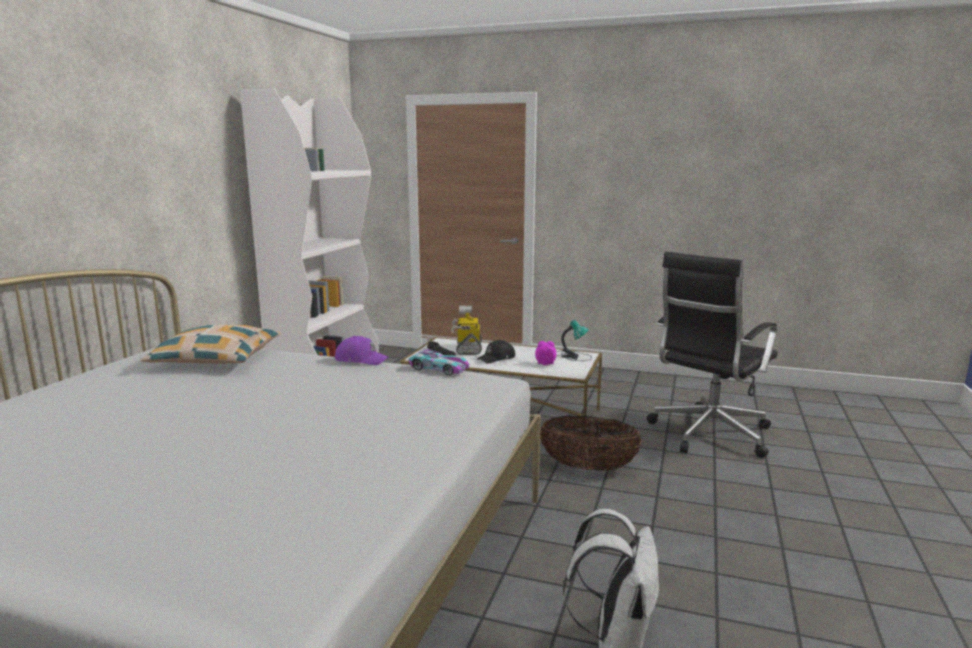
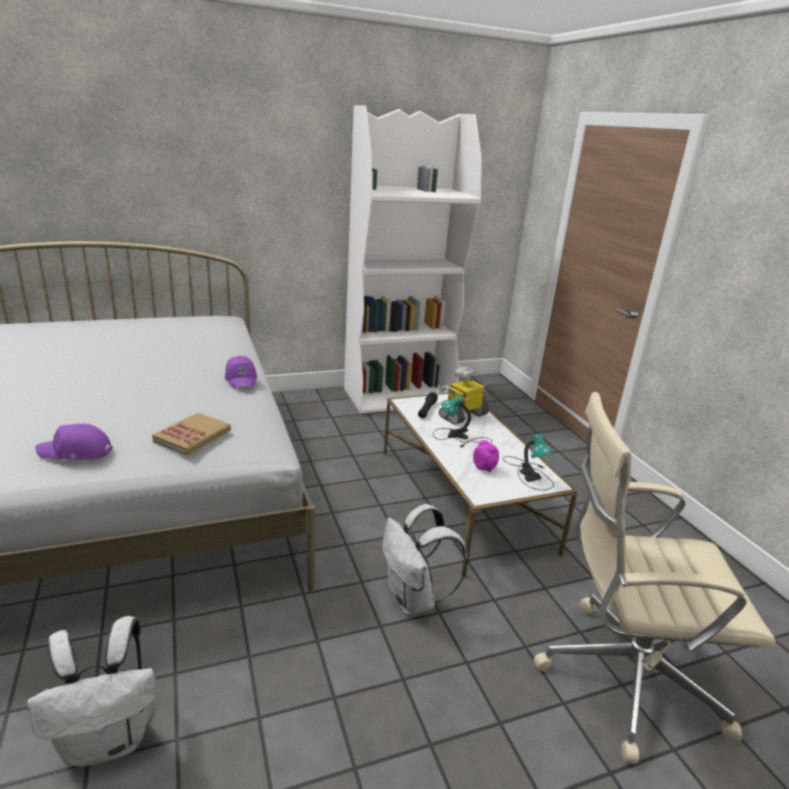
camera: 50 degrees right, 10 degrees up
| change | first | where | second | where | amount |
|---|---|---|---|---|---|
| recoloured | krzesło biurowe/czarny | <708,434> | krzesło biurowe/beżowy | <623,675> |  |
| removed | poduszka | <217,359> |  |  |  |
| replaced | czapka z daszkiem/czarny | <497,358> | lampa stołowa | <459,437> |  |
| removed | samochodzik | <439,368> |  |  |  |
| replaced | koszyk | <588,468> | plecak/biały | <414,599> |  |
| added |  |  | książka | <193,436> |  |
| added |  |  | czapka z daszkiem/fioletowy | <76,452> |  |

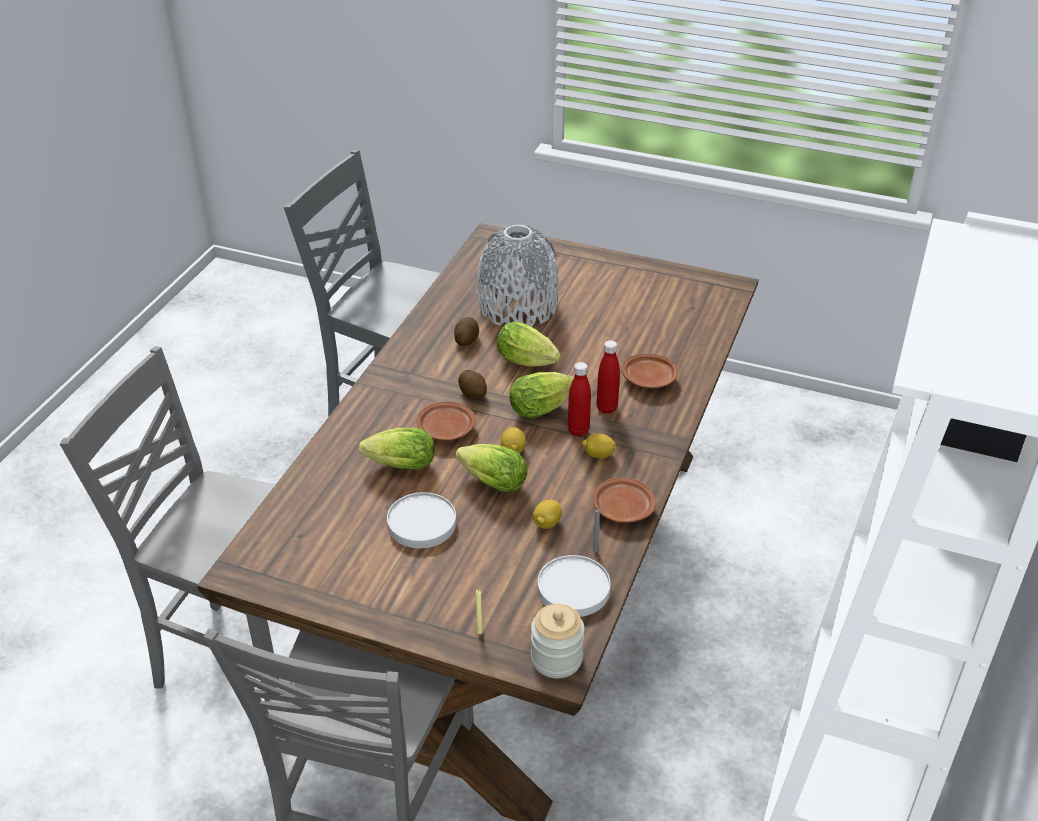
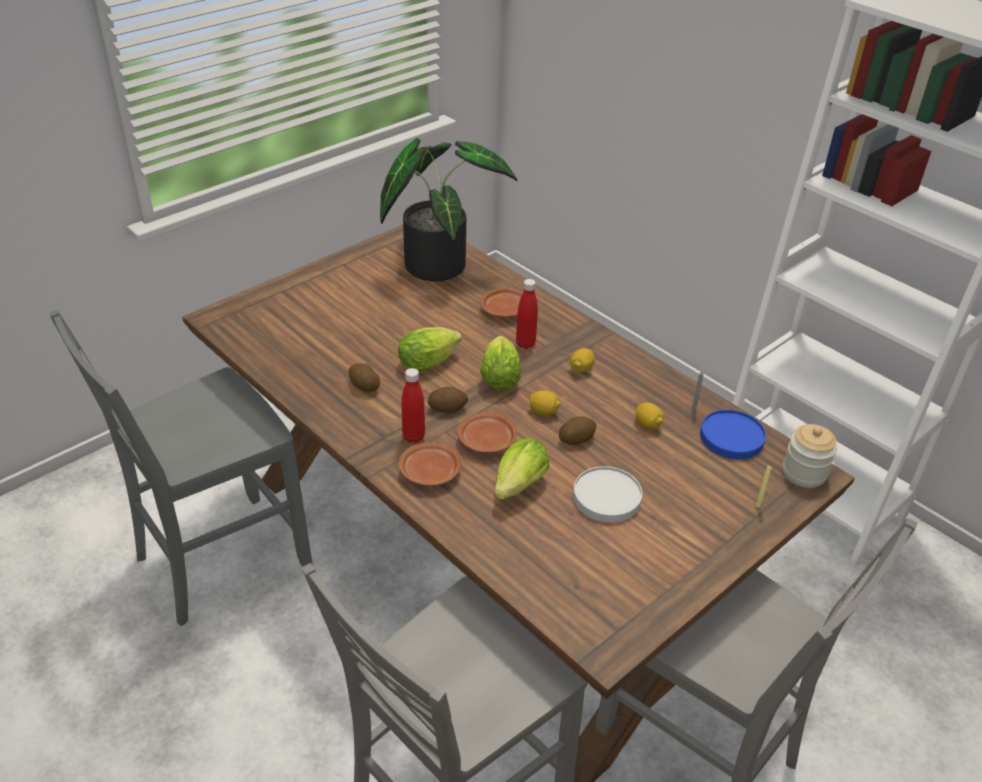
camera: 65 degrees left, 0 degrees up
| change | first | where | second | where | amount |
|---|---|---|---|---|---|
| removed | wazon/szary | <517,306> |  |  |  |
| moved | butelka/czerwony | <578,430> |  | <413,437> |  |
| replaced | sałata | <489,482> | ziemniak | <576,439> |  |
| moved | talerz/brązowy | <622,508> |  | <429,473> |  |
| recoloured | talerz/biały | <574,589> | talerz/niebieski | <732,437> |  |
| added |  |  | roślina doniczkowa | <438,262> |  |

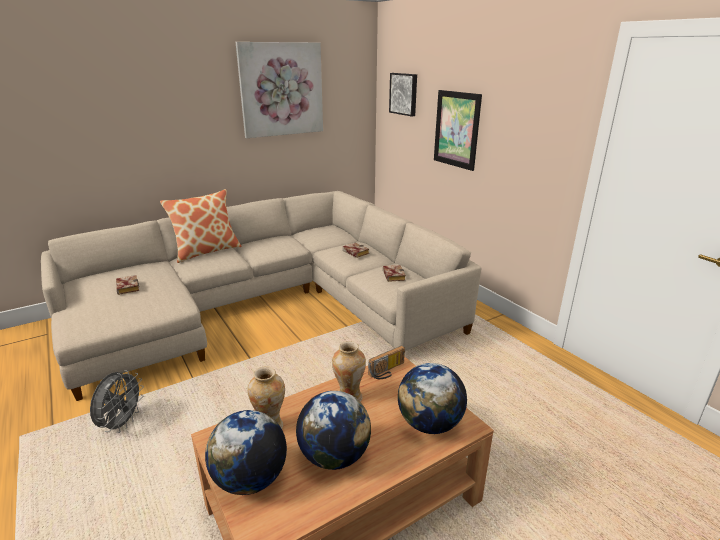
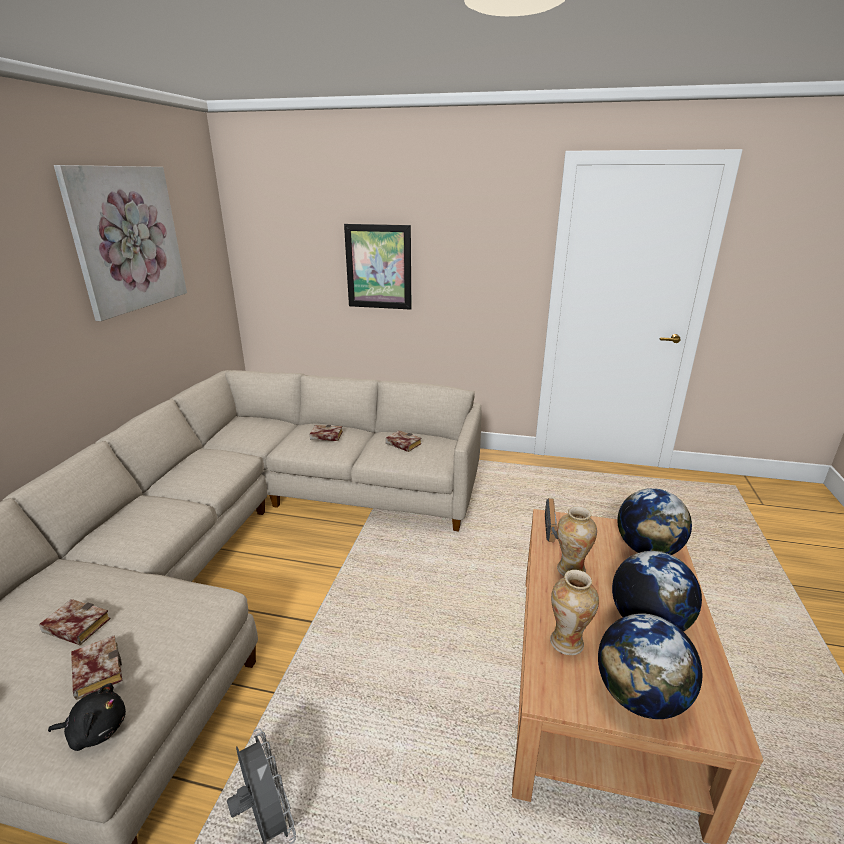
camera: 45 degrees left, 0 degrees up
| change | first | where | second | where | amount |
|---|---|---|---|---|---|
| removed | obraz | <404,94> |  |  |  |
| removed | poduszka | <206,251> |  |  |  |
| added |  |  | książka | <95,670> |  |
| added |  |  | pluszak/czarny | <96,730> |  |

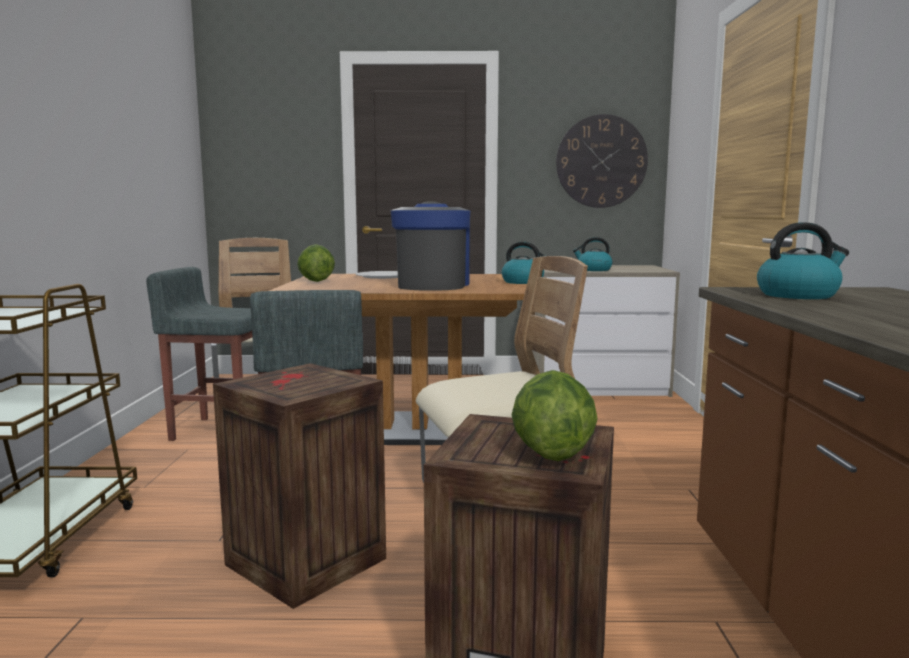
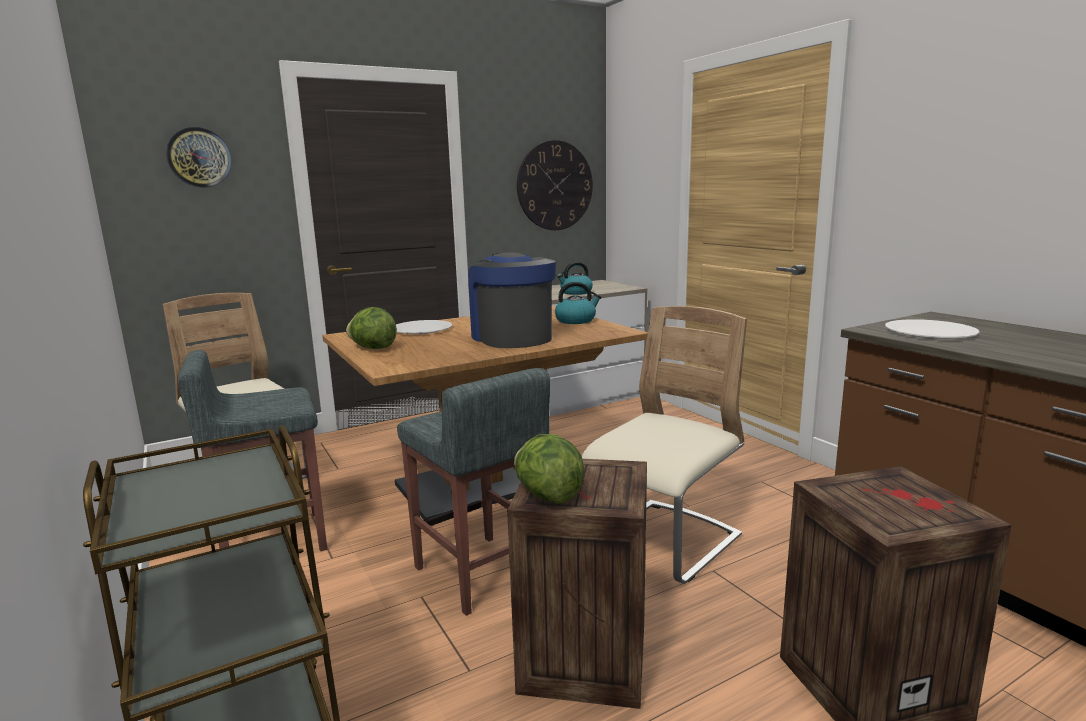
camera: 30 degrees left, 5 degrees up
| change | first | where | second | where | amount |
|---|---|---|---|---|---|
| replaced | czajnik | <798,295> | talerz/biały | <929,332> |  |
| moved | sałata | <550,452> |  | <547,496> |  |
| added |  |  | zegar ścienny | <199,157> |  |

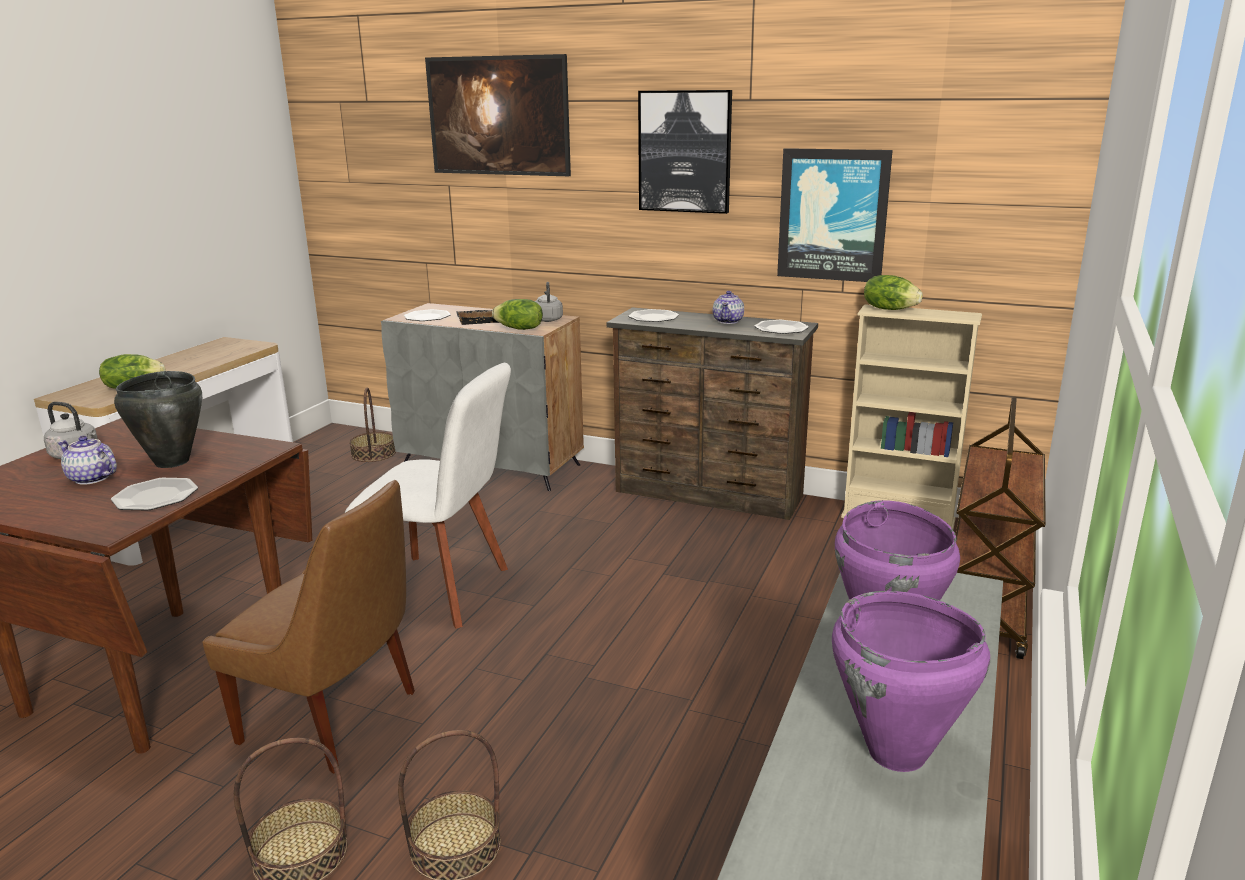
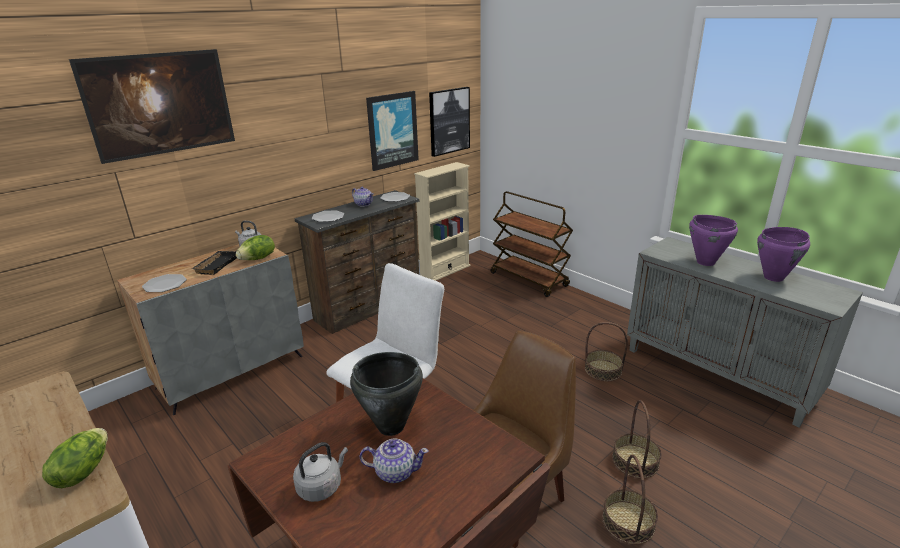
camera: 65 degrees left, 5 degrees up
| change | first | where | second | where | amount |
|---|---|---|---|---|---|
| moved | obraz | <685,151> |  | <449,121> |  |
| removed | sałata | <889,309> |  |  |  |
| moved | koszyk | <373,453> |  | <603,370> |  |
| turned | imbryk | <92,478> |  | <395,472> | 135 degrees counterclockwise |
| removed | talerz | <155,497> |  |  |  |

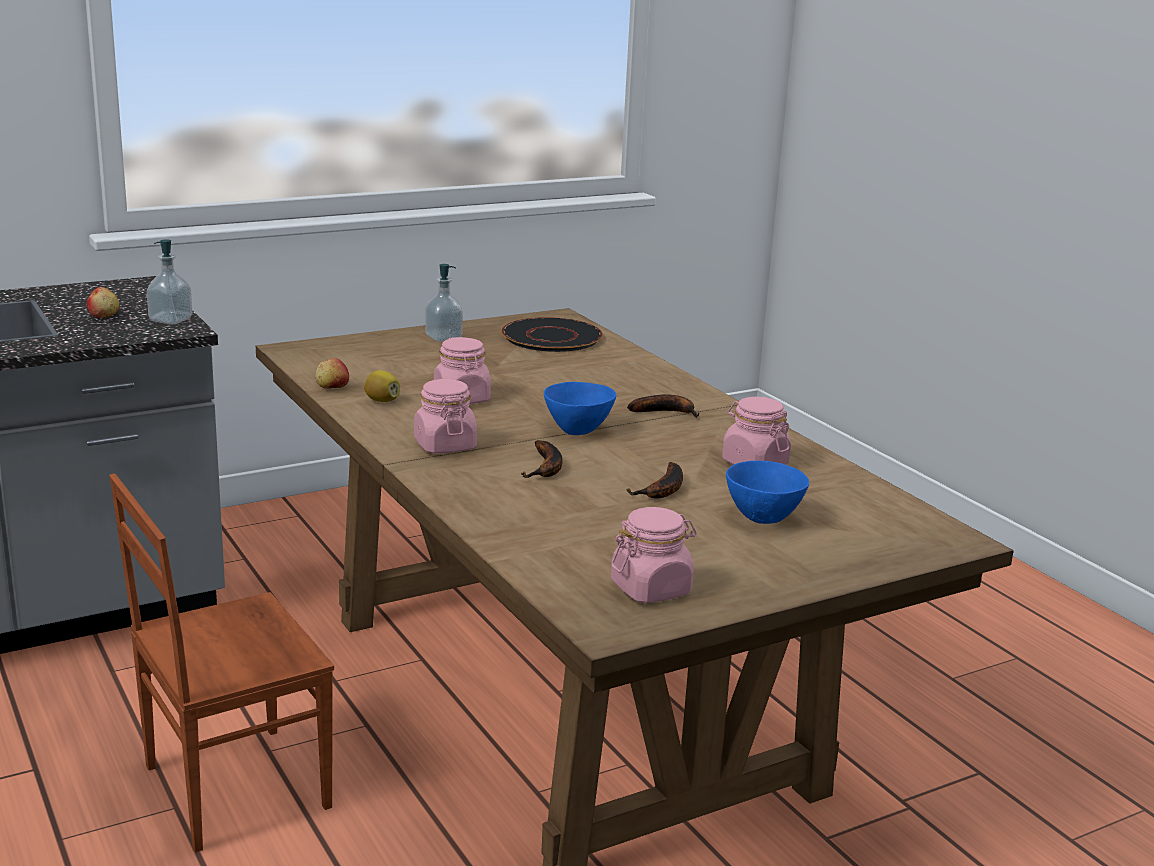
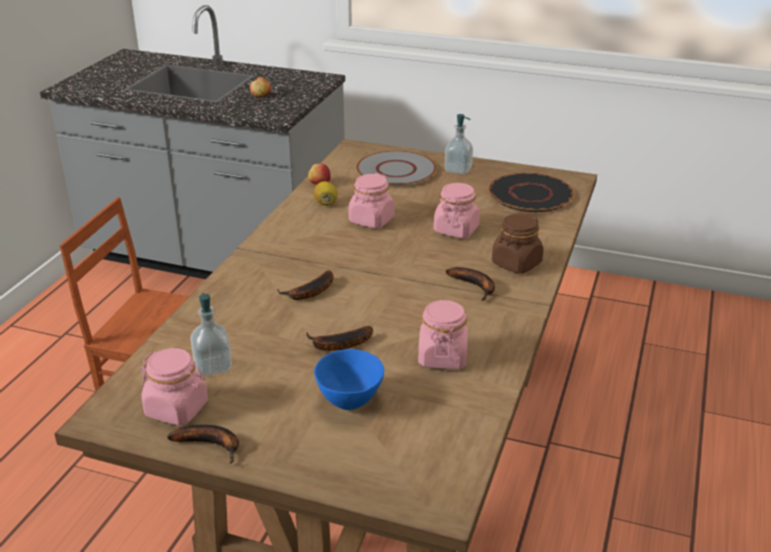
camera: 50 degrees right, 10 degrees up
| change | first | where | second | where | amount |
|---|---|---|---|---|---|
| moved | dozownik mydła | <171,320> |  | <213,366> |  |
| moved | słoik/różowy | <444,445> |  | <456,229> |  |
| removed | miska/niebieski | <578,430> |  |  |  |
| added |  |  | talerz/szary | <396,170> |  |
| added |  |  | słoik/brązowy | <516,263> |  |
| added |  |  | banan | <212,444> |  |

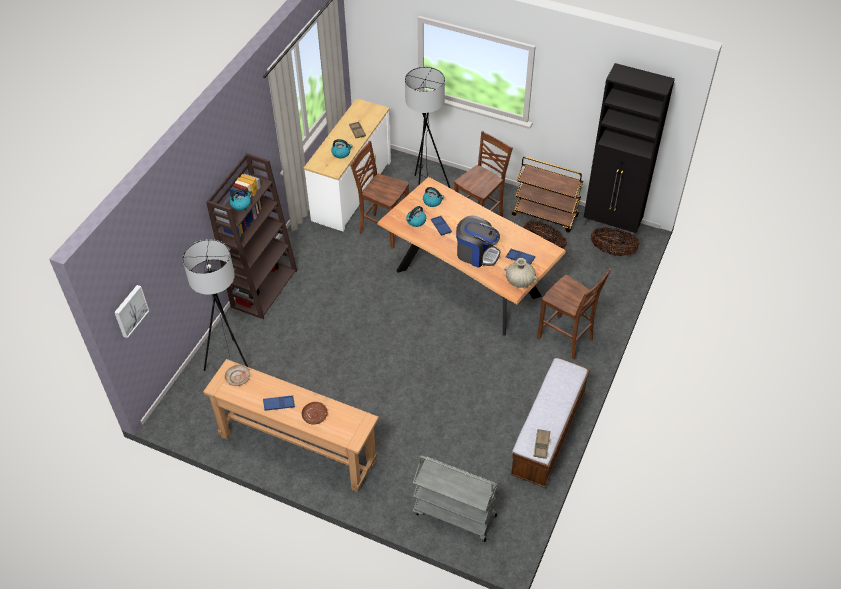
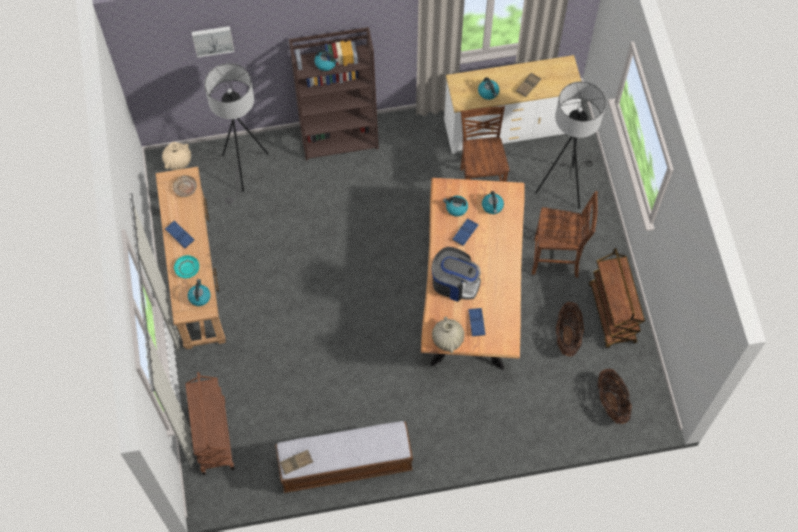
camera: 55 degrees right, 15 degrees up
| change | first | where | second | where | amount |
|---|---|---|---|---|---|
| removed | szafka/czarny | <612,226> |  |  |  |
| turned | ekspres do kawy | <476,253> |  | <454,283> | 60 degrees counterclockwise |
| removed | krzesło/brązowy | <566,339> |  |  |  |
| moved | obraz | <130,310> |  | <213,40> |  |
| recoloured | talerz/brązowy | <315,415> | talerz/turkusowy | <187,268> |  |
| recoloured | wózek/szary | <453,514> | wózek/brązowy | <213,435> |  |
| added |  |  | wazon/beżowy | <178,161> |  |
| added |  |  | czajnik | <199,297> |  |

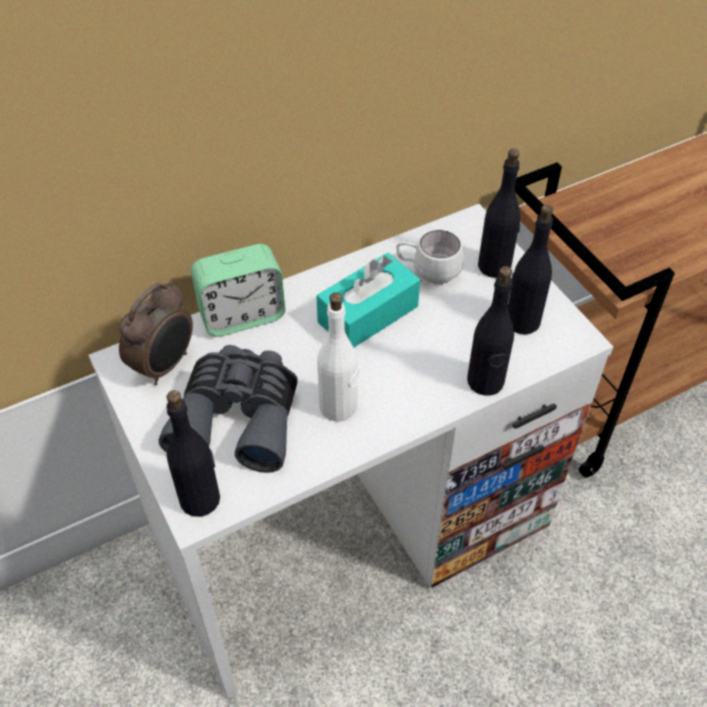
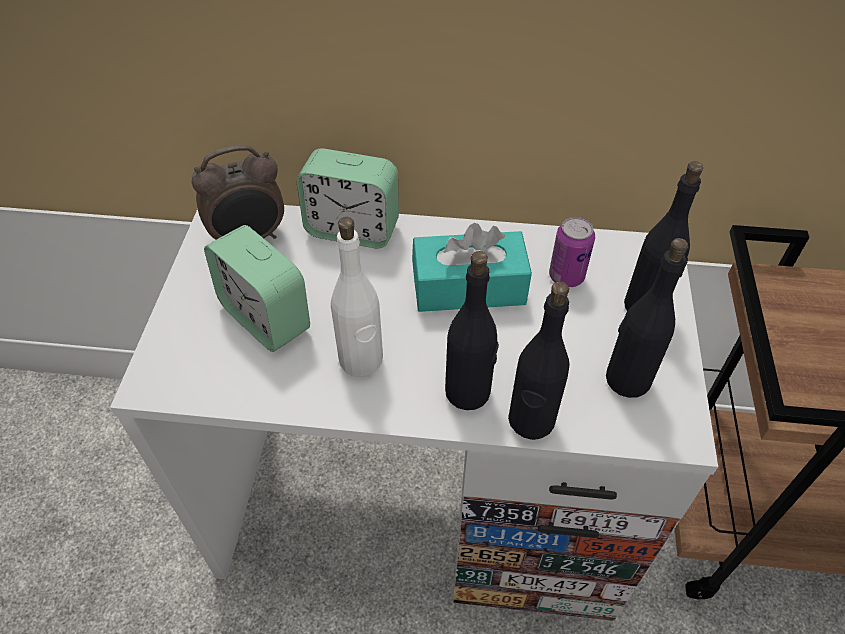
camera: 35 degrees right, 0 degrees up
| change | first | where | second | where | amount |
|---|---|---|---|---|---|
| replaced | kubek/biały | <428,272> | puszka | <566,276> |  |
| replaced | lornetka/szary | <238,417> | budzik | <266,318> |  |
| moved | butelka/czarny | <200,499> |  | <468,391> |  |

